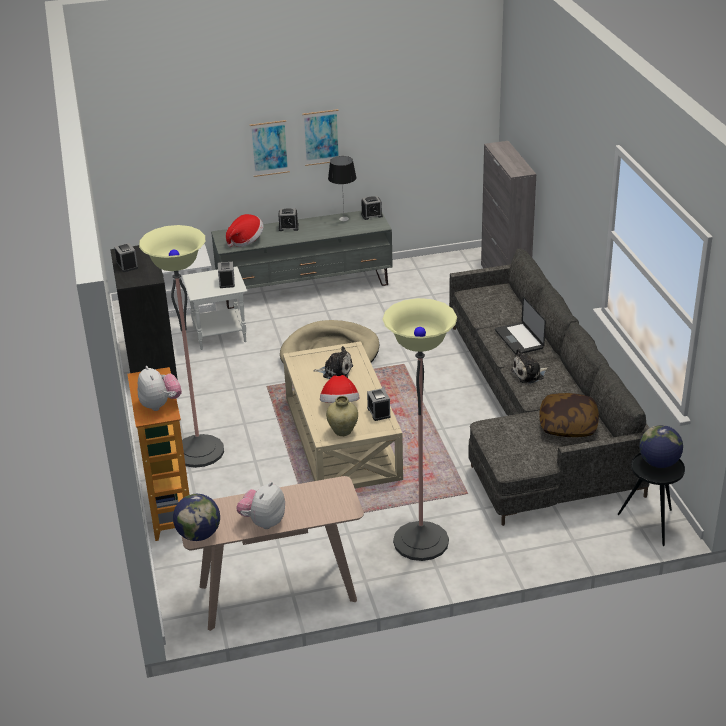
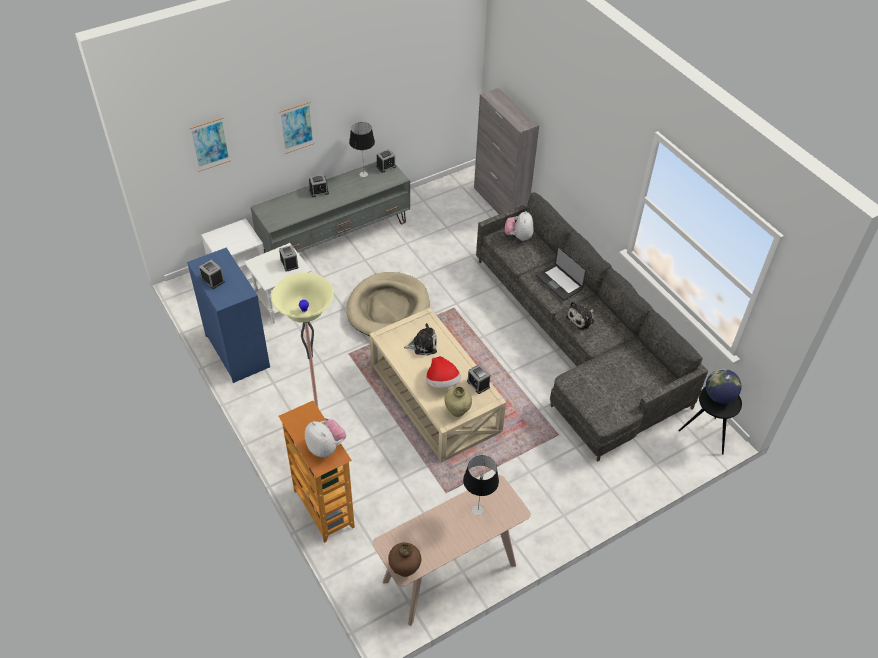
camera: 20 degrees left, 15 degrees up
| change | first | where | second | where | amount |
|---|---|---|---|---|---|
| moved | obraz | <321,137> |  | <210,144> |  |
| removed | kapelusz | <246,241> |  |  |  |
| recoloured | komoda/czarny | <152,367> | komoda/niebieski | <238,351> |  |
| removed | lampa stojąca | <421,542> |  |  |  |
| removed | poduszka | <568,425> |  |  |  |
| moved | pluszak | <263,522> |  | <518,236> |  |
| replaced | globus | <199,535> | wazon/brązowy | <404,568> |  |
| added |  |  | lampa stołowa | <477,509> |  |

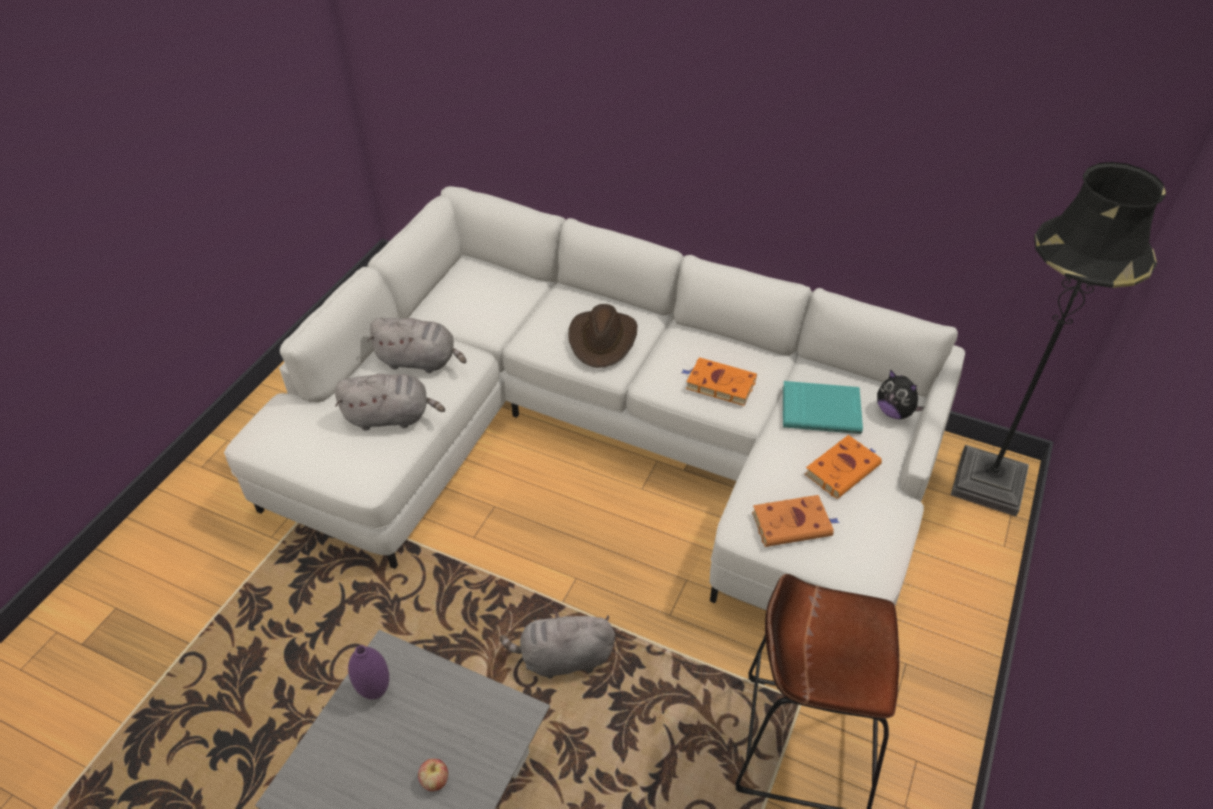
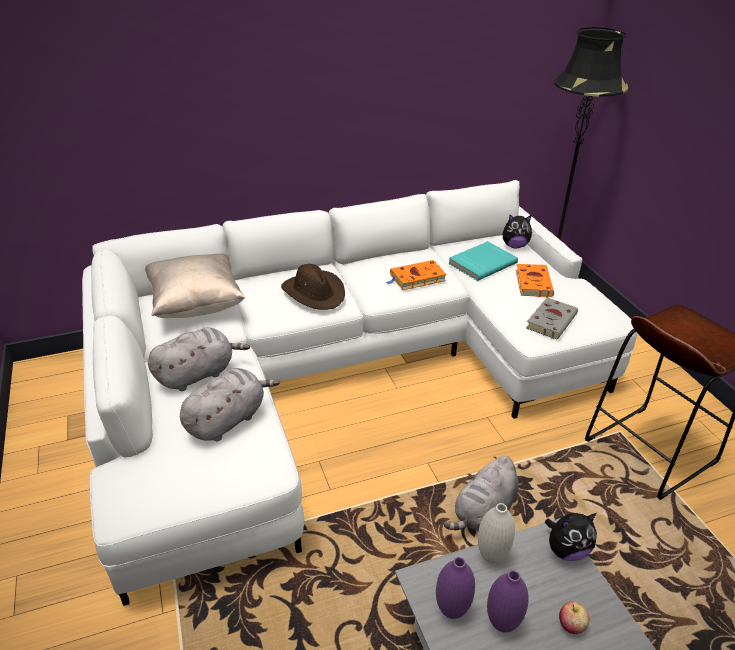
camera: 45 degrees left, 10 degrees down
| change | first | where | second | where | amount |
|---|---|---|---|---|---|
| recoloured | książka/pomarańczowy | <793,524> | książka/szary | <551,320> |  |
| added |  |  | poduszka/beżowy | <196,304> |  |
| added |  |  | wazon/biały | <491,556> |  |
| added |  |  | pluszak | <566,550> |  |
| added |  |  | wazon/fioletowy | <502,623> |  |

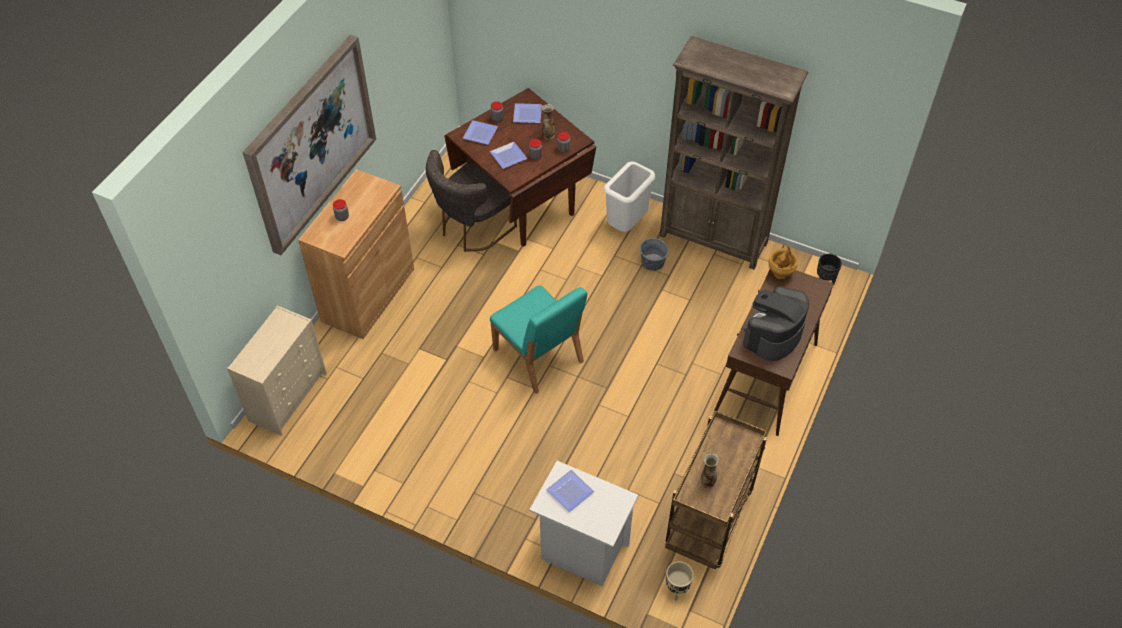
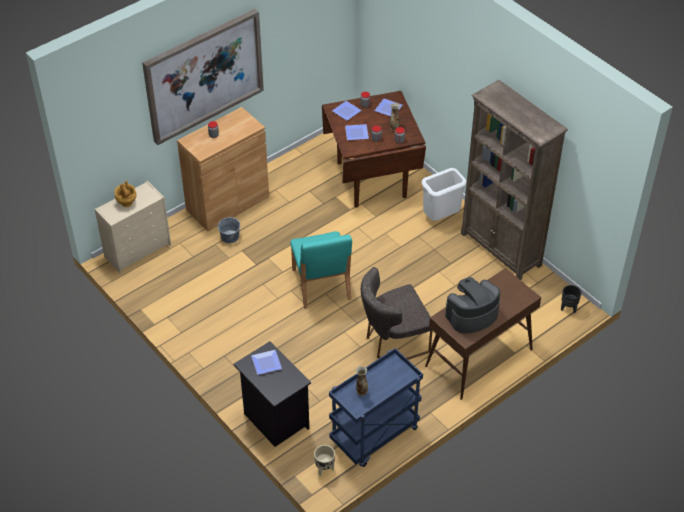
camera: 25 degrees right, 5 degrees down
| change | first | where | second | where | amount |
|---|---|---|---|---|---|
| moved | krzesło/szary | <472,229> |  | <393,341> |  |
| moved | wiadro/szary | <653,262> |  | <230,237> |  |
| moved | wazon/brązowy | <780,273> |  | <126,203> |  |
| recoloured | wózek/brązowy | <709,522> | wózek/niebieski | <374,436> |  |
| recoloured | szafka nocna/biały | <581,551> | szafka nocna/czarny | <274,419> |  |

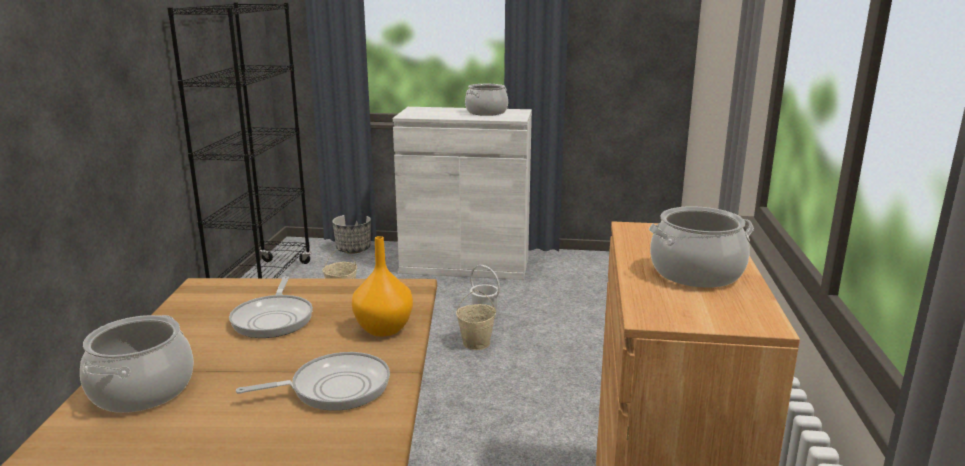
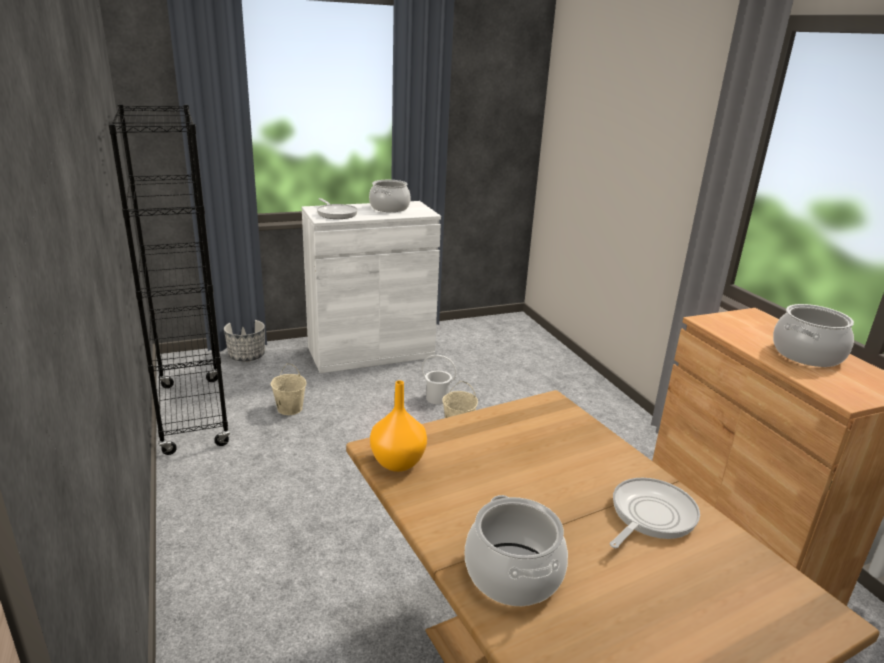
camera: 30 degrees left, 5 degrees up
| change | first | where | second | where | amount |
|---|---|---|---|---|---|
| moved | wazon/pomarańczowy | <385,329> |  | <398,462> |  |
| moved | patelnia | <274,319> |  | <336,213> |  |

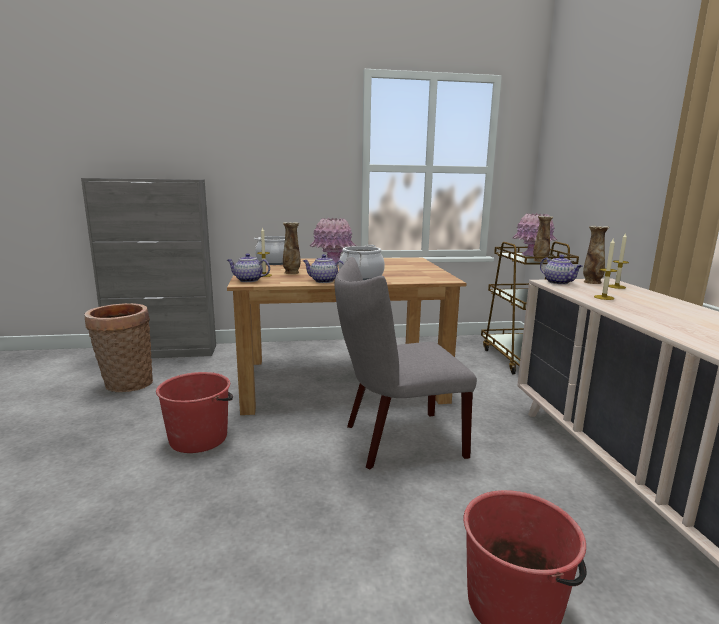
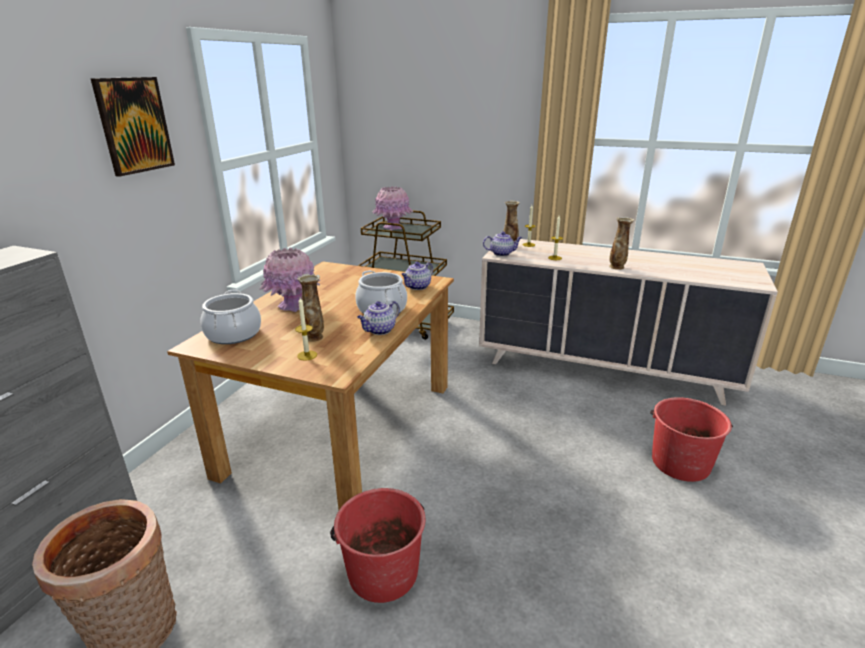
camera: 60 degrees left, 10 degrees up
| change | first | where | second | where | amount |
|---|---|---|---|---|---|
| moved | wazon | <540,261> |  | <617,267> |  |
| moved | imbryk | <248,280> |  | <417,287> |  |
| removed | krzesło/szary | <396,441> |  |  |  |
| added |  |  | obraz | <134,125> |  |

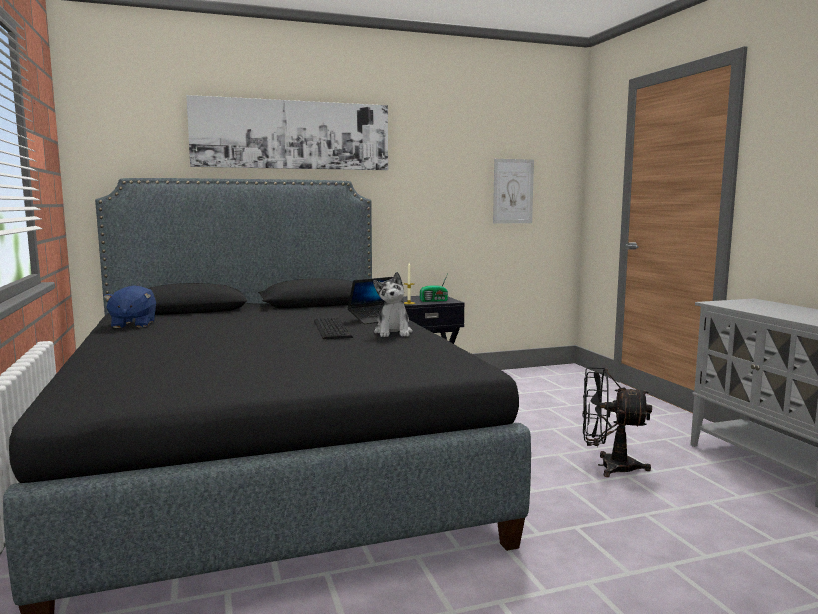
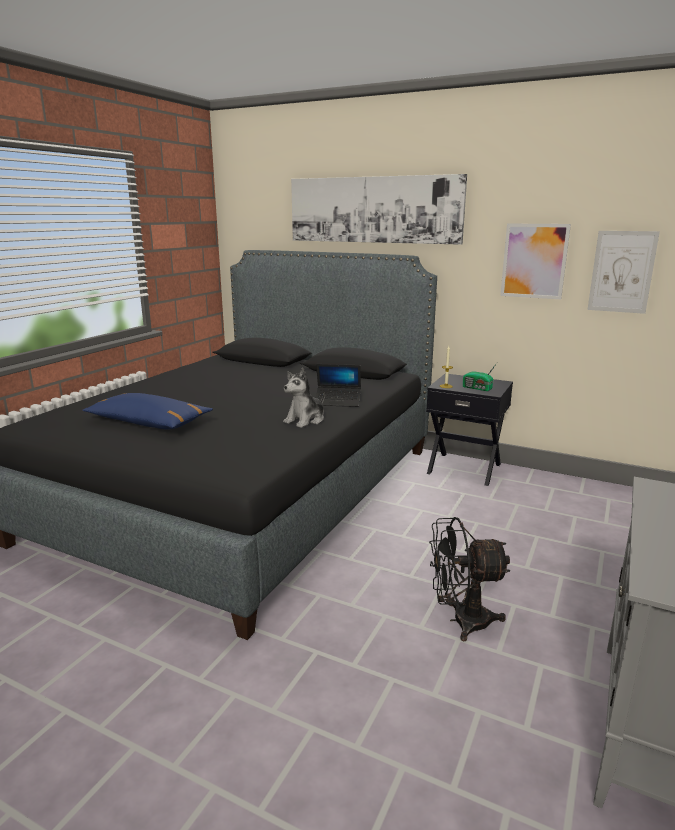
camera: 45 degrees right, 10 degrees up
| change | first | where | second | where | amount |
|---|---|---|---|---|---|
| removed | pluszak/niebieski | <133,324> |  |  |  |
| removed | klawiatura | <333,328> |  |  |  |
| turned | wentylator/czarny | <608,466> |  | <461,621> | 60 degrees counterclockwise |
| added |  |  | obraz | <534,261> |  |
| added |  |  | poduszka/niebieski | <149,422> |  |

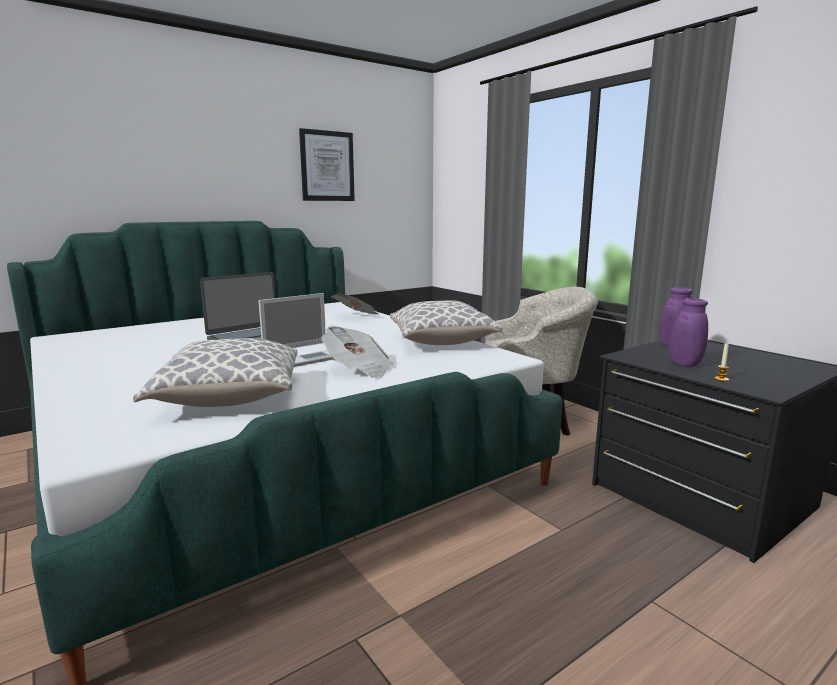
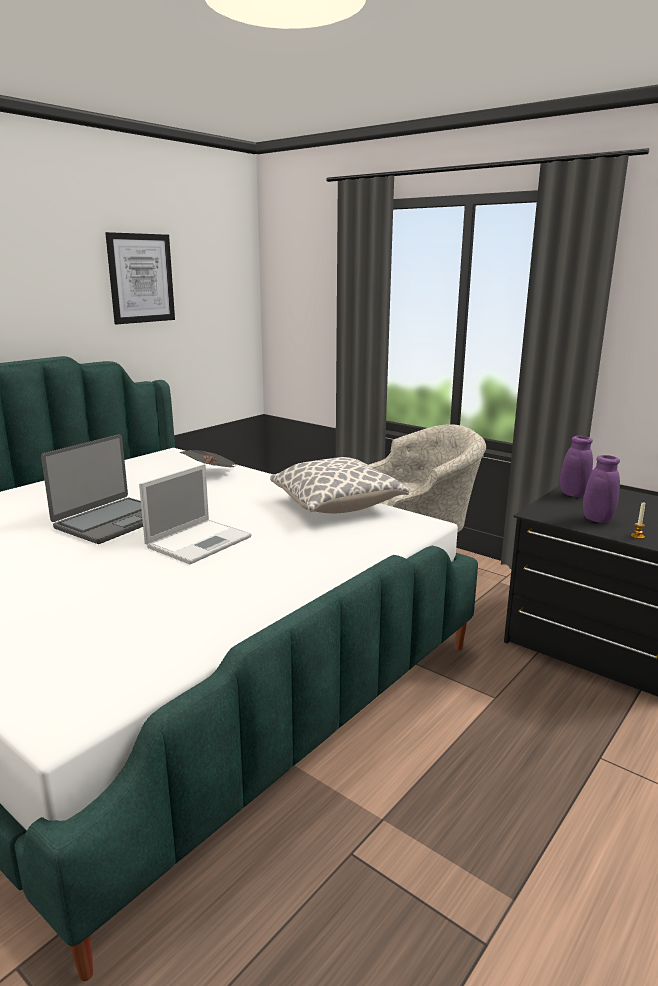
camera: 15 degrees left, 5 degrees up
| change | first | where | second | where | amount |
|---|---|---|---|---|---|
| removed | gazeta | <358,370> |  |  |  |
| removed | poduszka | <229,398> |  |  |  |

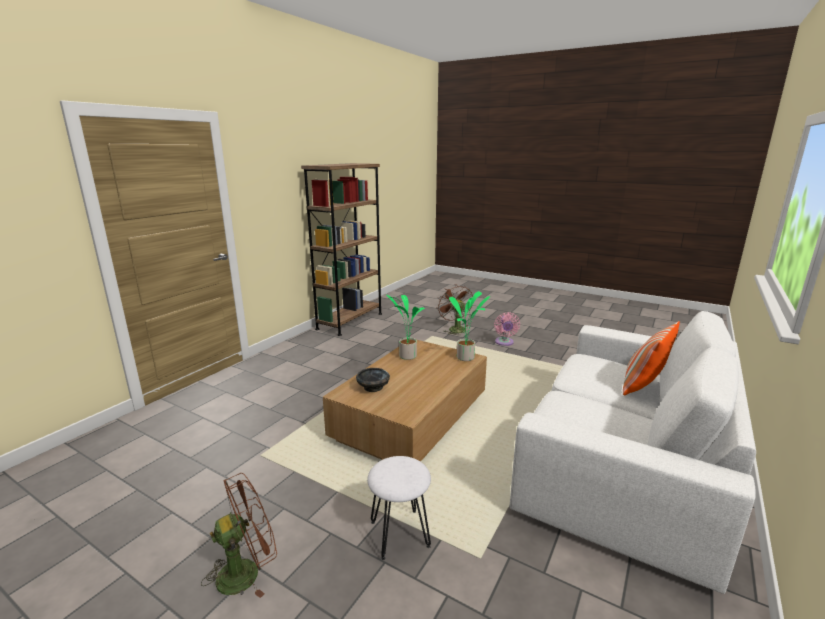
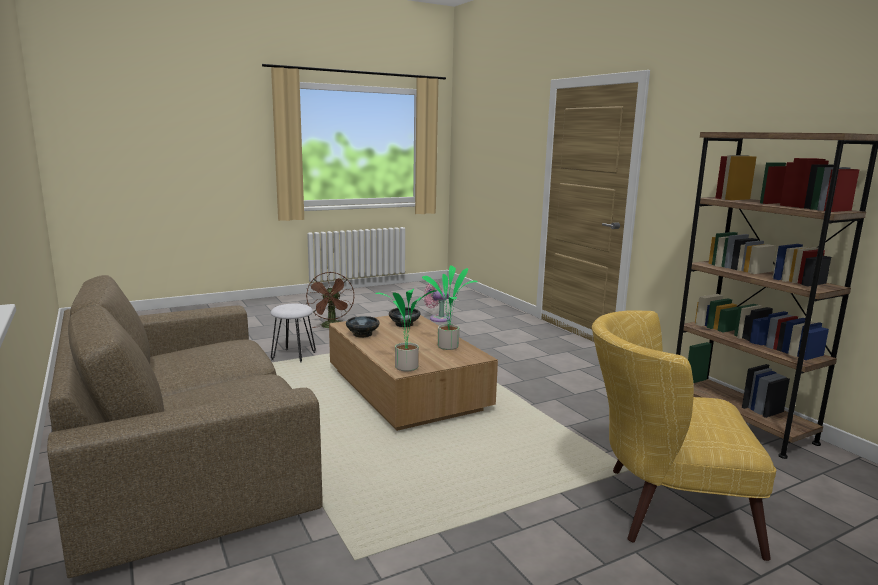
camera: 120 degrees right, 5 degrees down
| change | first | where | second | where | amount |
|---|---|---|---|---|---|
| replaced | wentylator/brązowy | <454,329> | fotel/żółty | <661,507> |  |
| recoloured | kanapa/biały | <623,461> | kanapa/brązowy | <186,457> |  |
| moved | wentylator/różowy | <504,342> |  | <437,318> |  |
| removed | poduszka | <643,386> |  |  |  |
| added |  |  | miska/czarny | <362,334> |  |

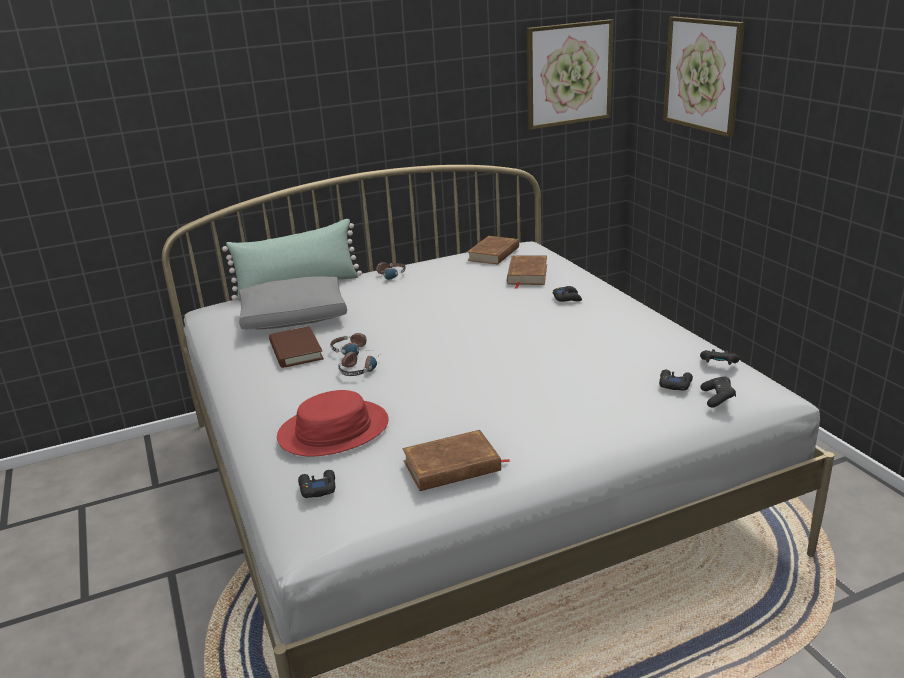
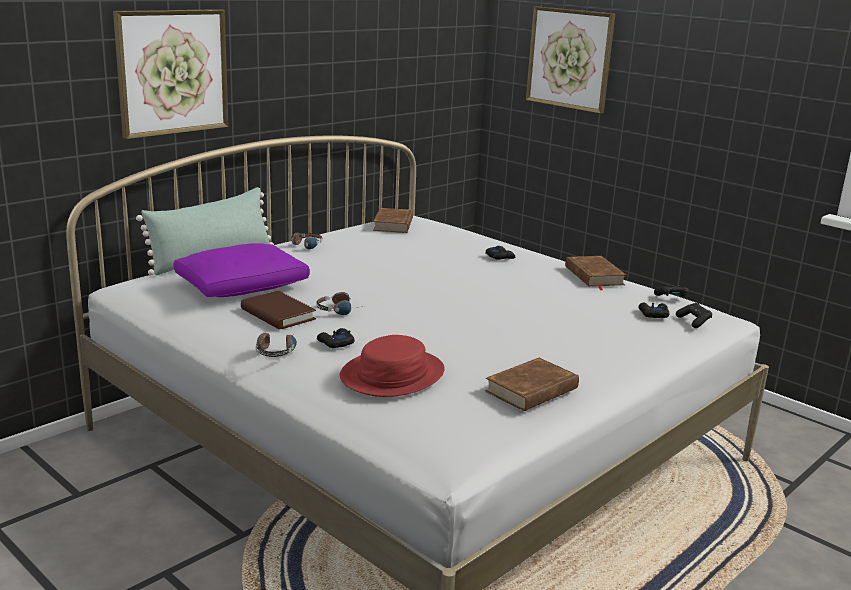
camera: 25 degrees left, 5 degrees down
| change | first | where | second | where | amount |
|---|---|---|---|---|---|
| moved | obraz | <568,74> |  | <172,72> |  |
| moved | książka/brązowy | <527,274> |  | <594,276> |  |
| recoloured | poduszka/szary | <295,317> | poduszka/fioletowy | <243,286> |  |
| moved | słuchawki | <360,368> |  | <276,350> |  |
| moved | pad do gier/czarny | <317,488> |  | <335,343> |  |

